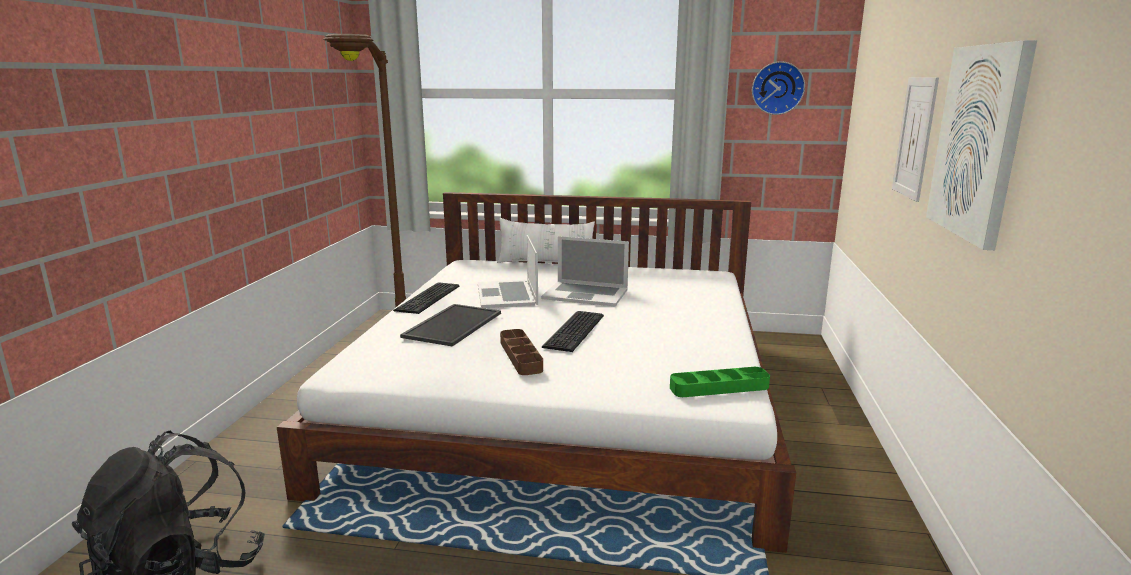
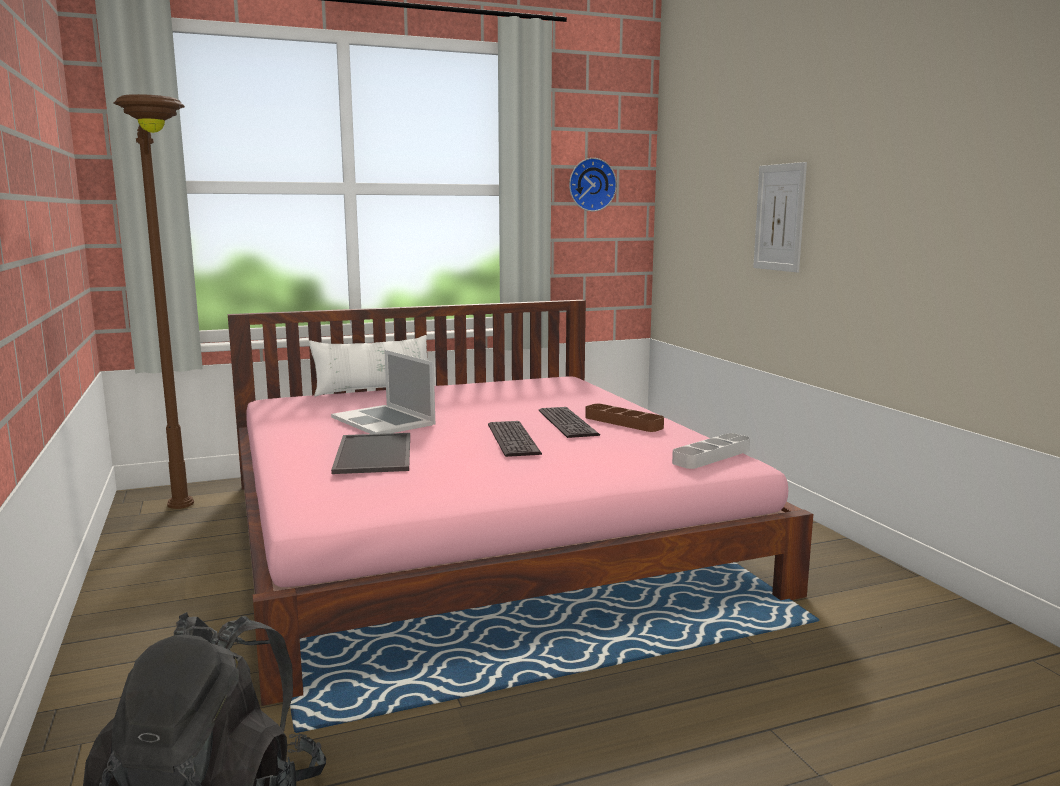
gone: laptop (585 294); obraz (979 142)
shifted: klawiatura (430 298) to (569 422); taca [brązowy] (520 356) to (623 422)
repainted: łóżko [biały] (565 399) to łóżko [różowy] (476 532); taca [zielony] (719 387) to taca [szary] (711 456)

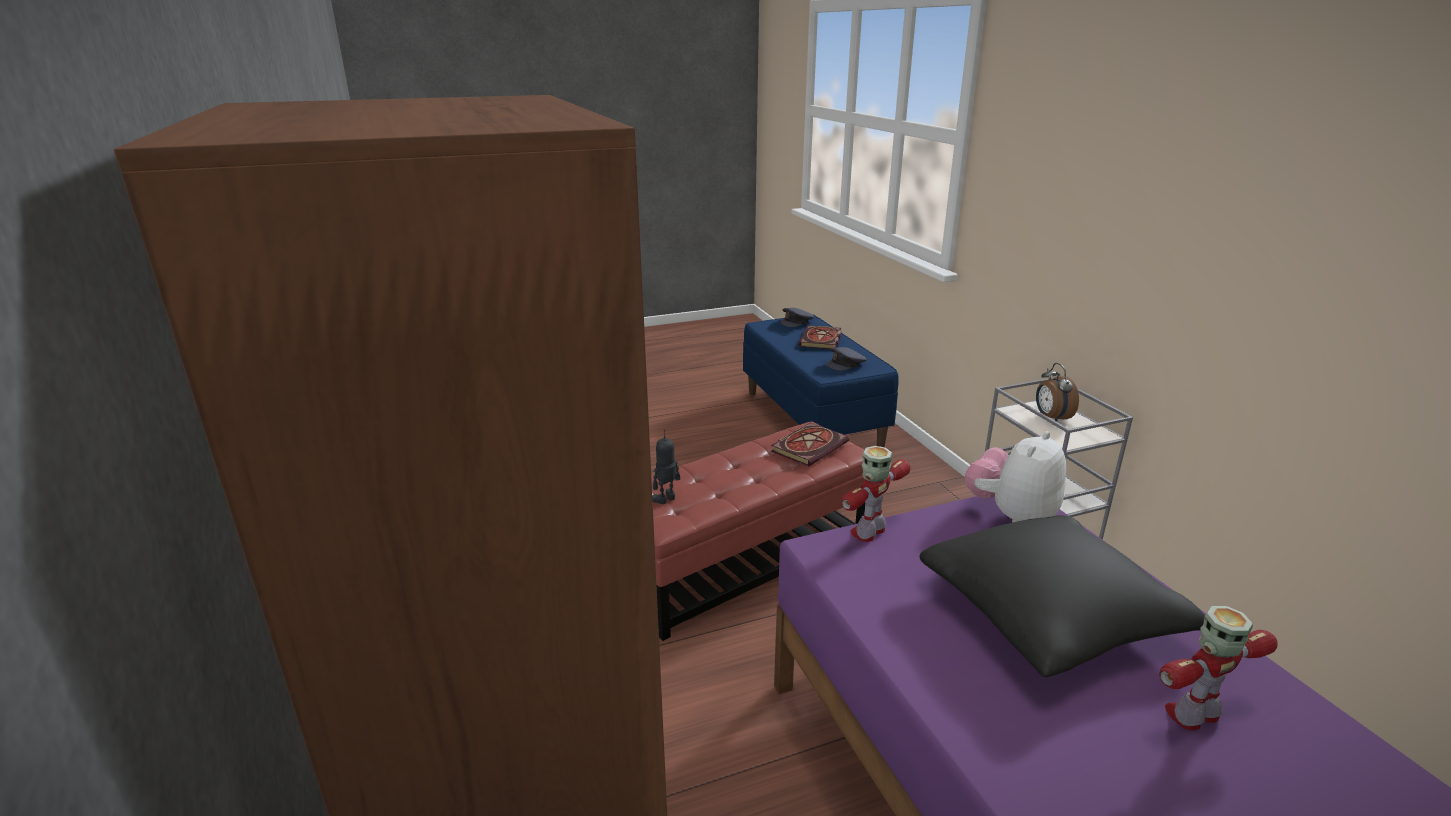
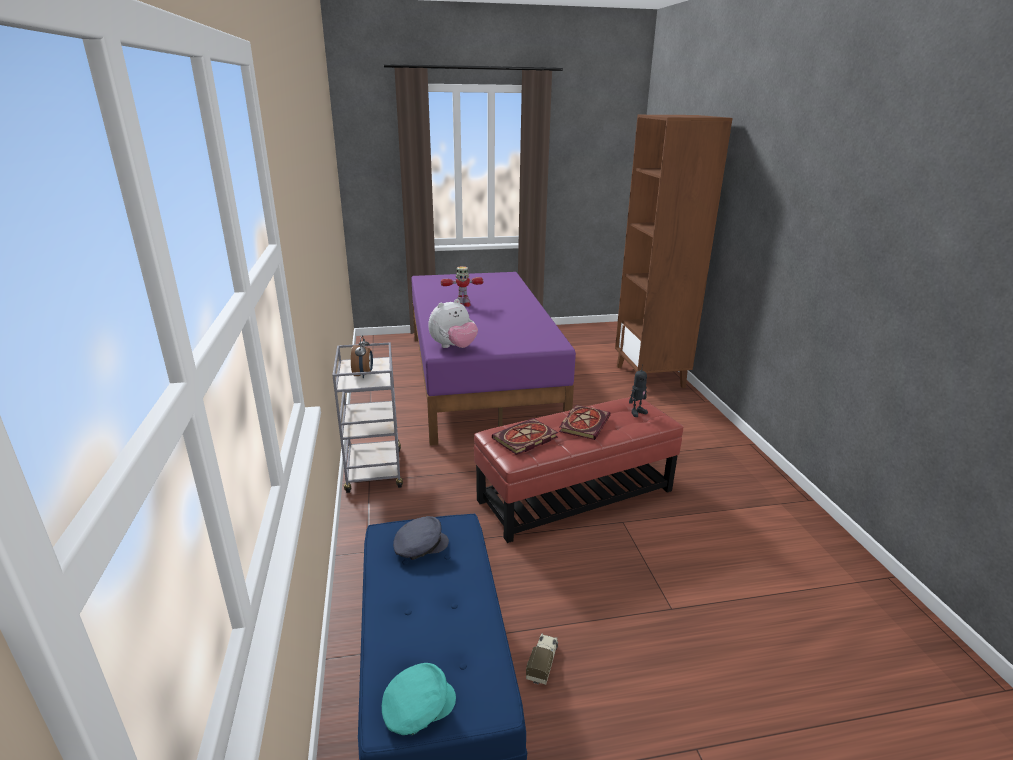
gone: robot zabawkowy (869 531); poduszka [czarny] (1048 616)
new: ciężarówka zabawkowa (542 663)
shifted: książka (821 340) to (584 423)
repainted: czapka z daszkiem [szary] (797 322) to czapka z daszkiem [turkusowy] (417 707)

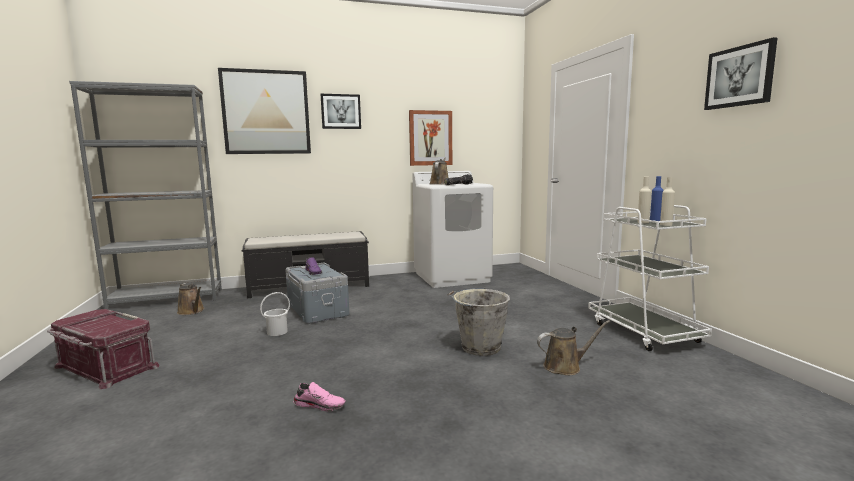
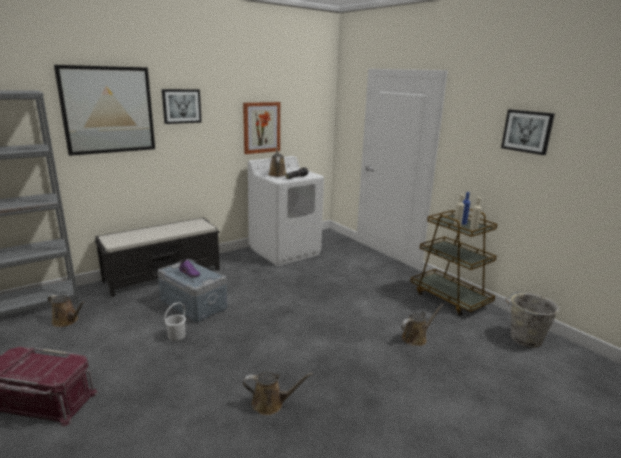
shifted: wiadro [szary] (479 347) to (524 338)
swapped: but [różowy] (320 405) to konewka [brązowy] (271 404)
repainted: wózek [biały] (643 332) to wózek [brązowy] (449 298)

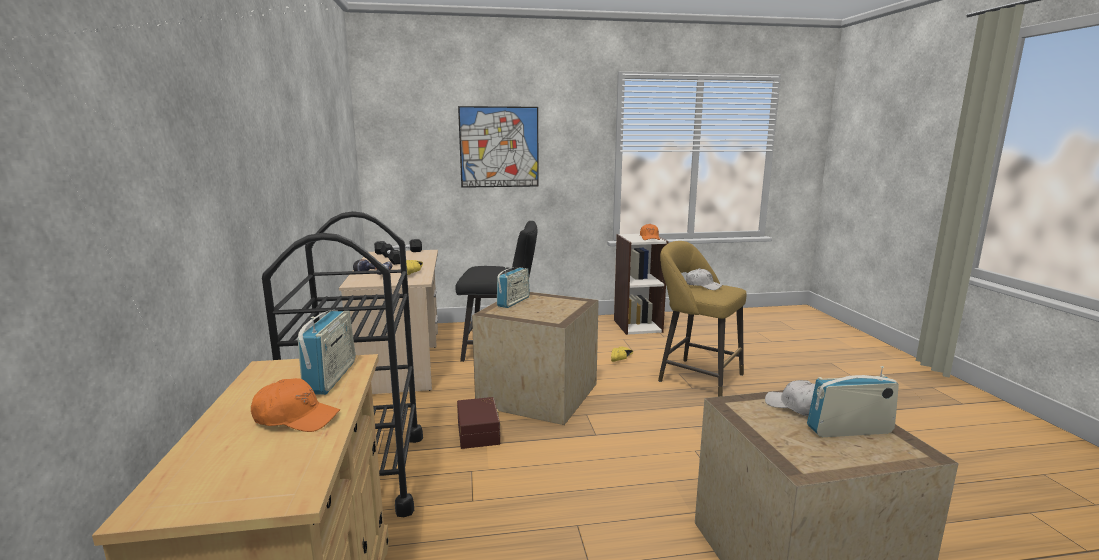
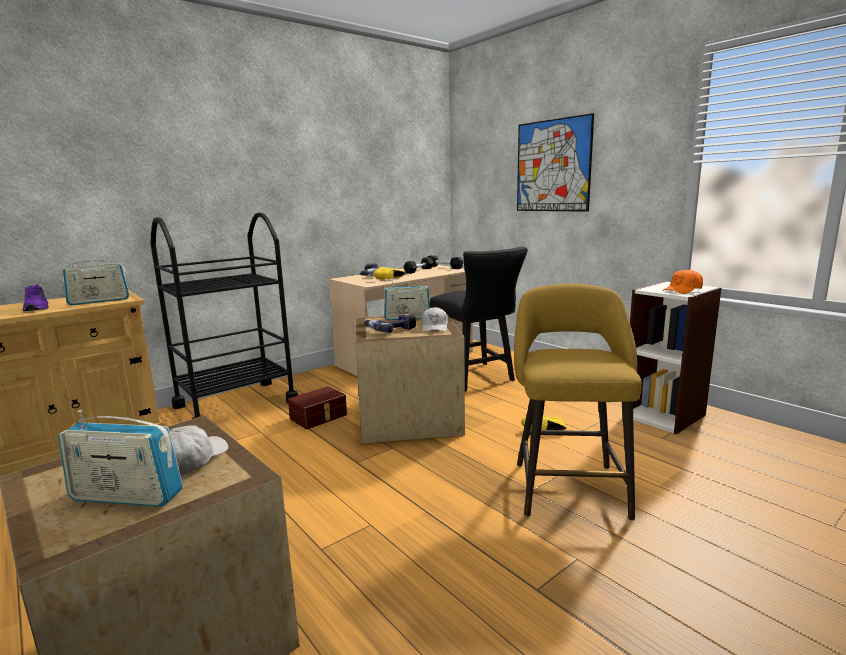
new: wiertarka (391 330)
shifted: czapka z daszkiem [biały] (703 286) to (435 327)
swapped: czapka z daszkiem [pomarańczowy] (296 418) to but [fioletowy] (37 308)
rotated: radio (849 430) = (126 496) 135 degrees clockwise

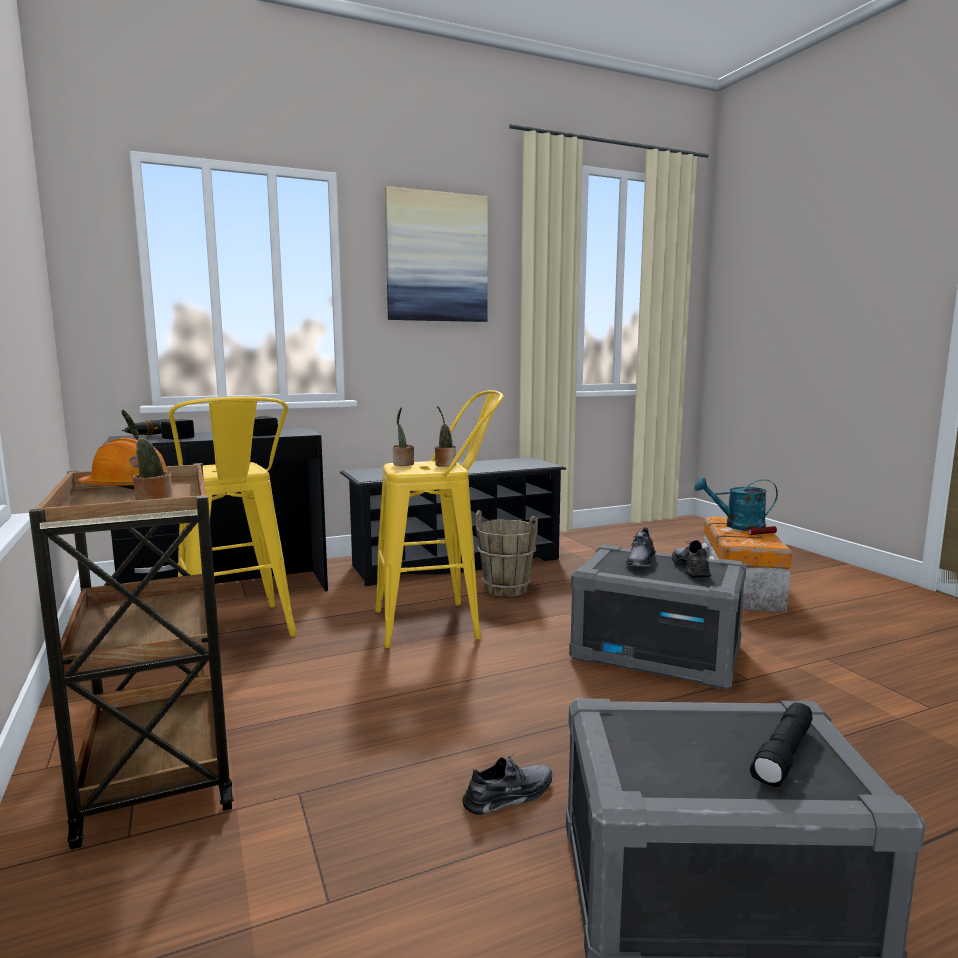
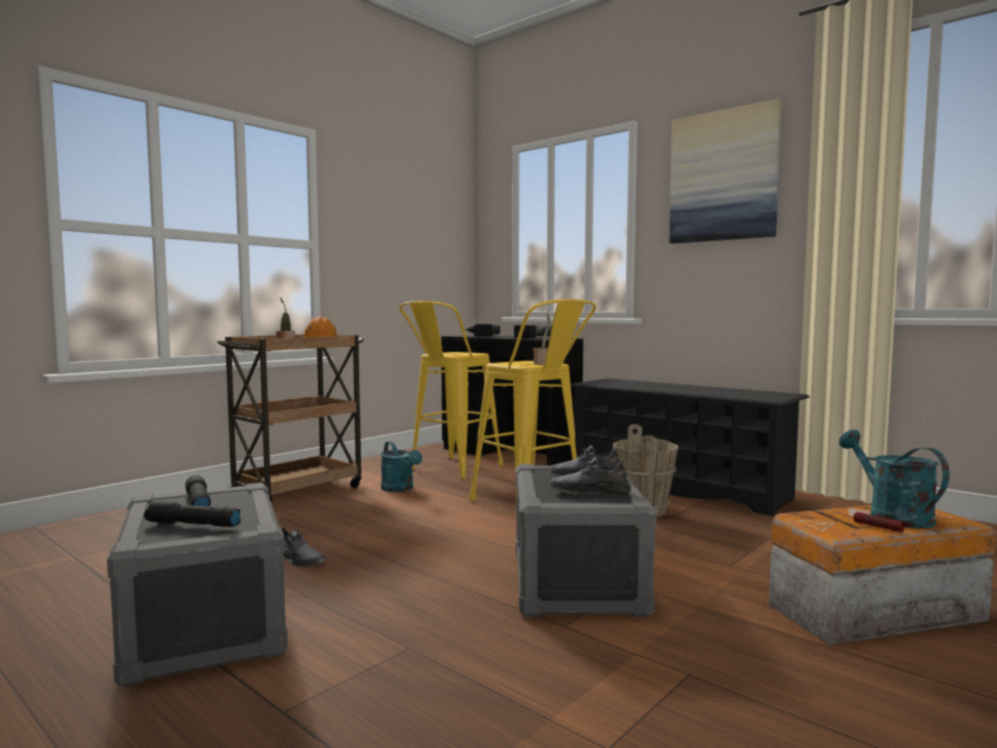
gone: roślina doniczkowa (403 464)
new: latarka [czarny] (197 502); konewka [turkusowy] (400 489)
rotated: but [szary] (690 568) = (589 492) 150 degrees counterclockwise

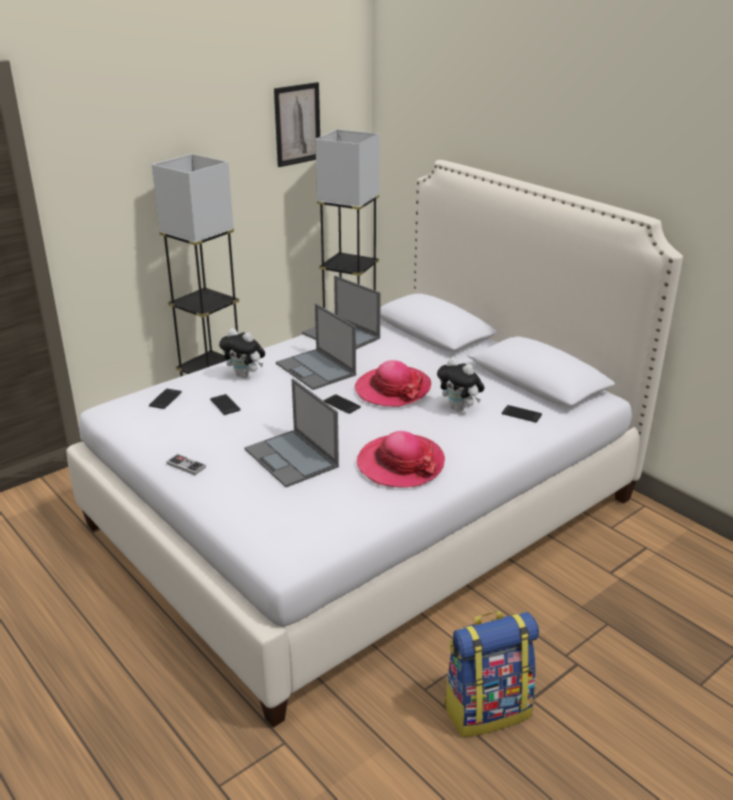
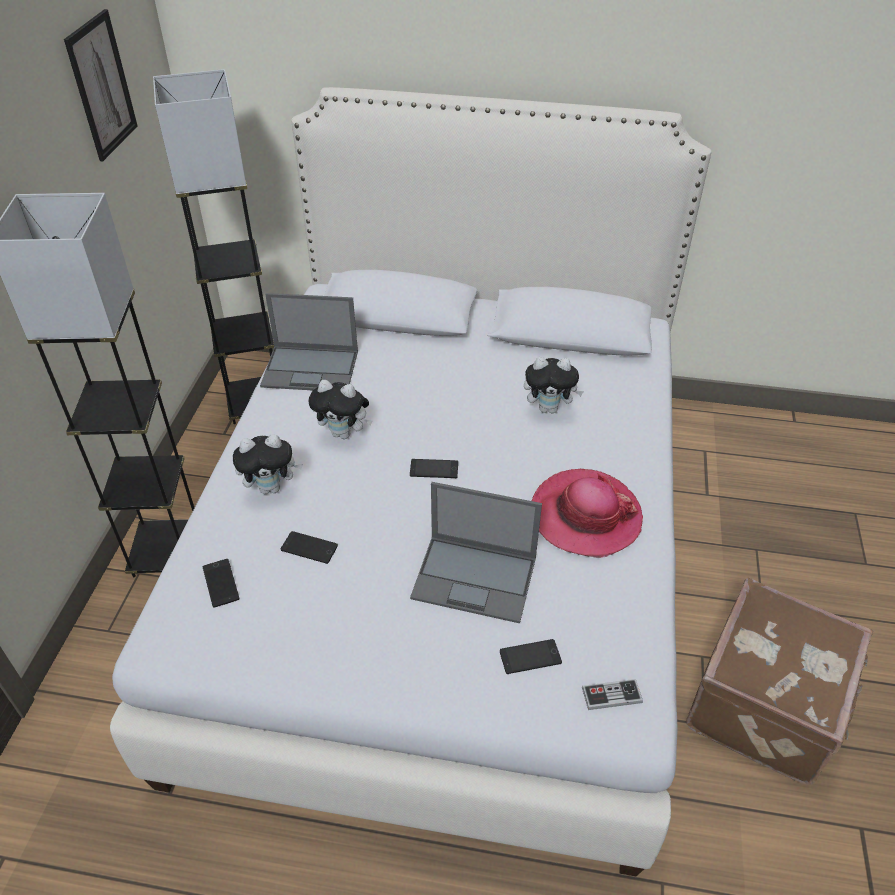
gone: kapelusz (392 389)
shifted: telefon (521 414) to (530 657); pad do gier (186 465) to (611 695)
swapped: laptop (316 369) to pluszak (344 433); plecak (487 709) to walizka [brązowy] (767 705)

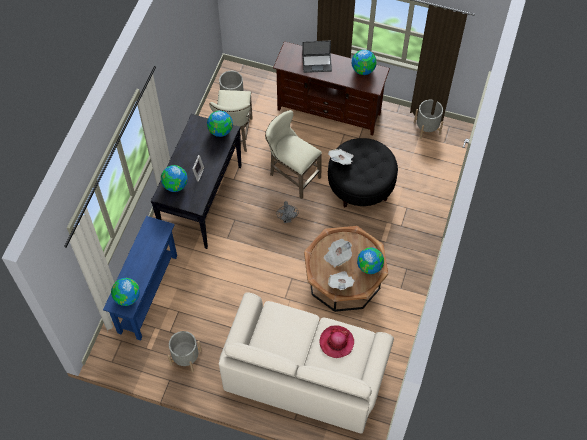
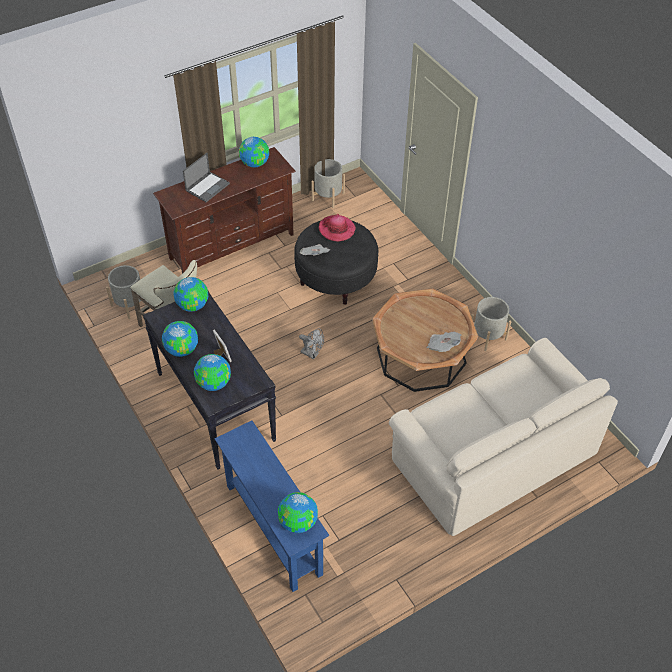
gone: stołek [beżowy] (292 175); gazeta (337 256)
shifted: globus (369 266) to (181 349); kapelusz (336 342) to (337 229); donica [szary] (186 357) to (487 336)

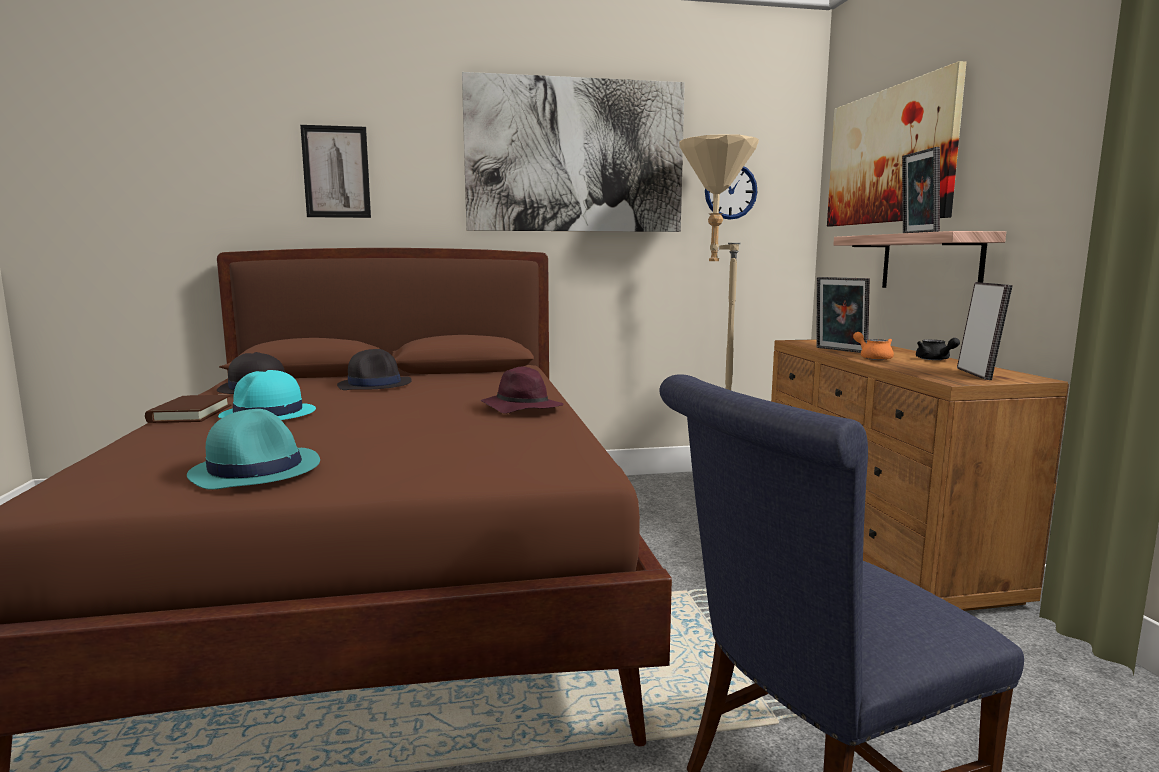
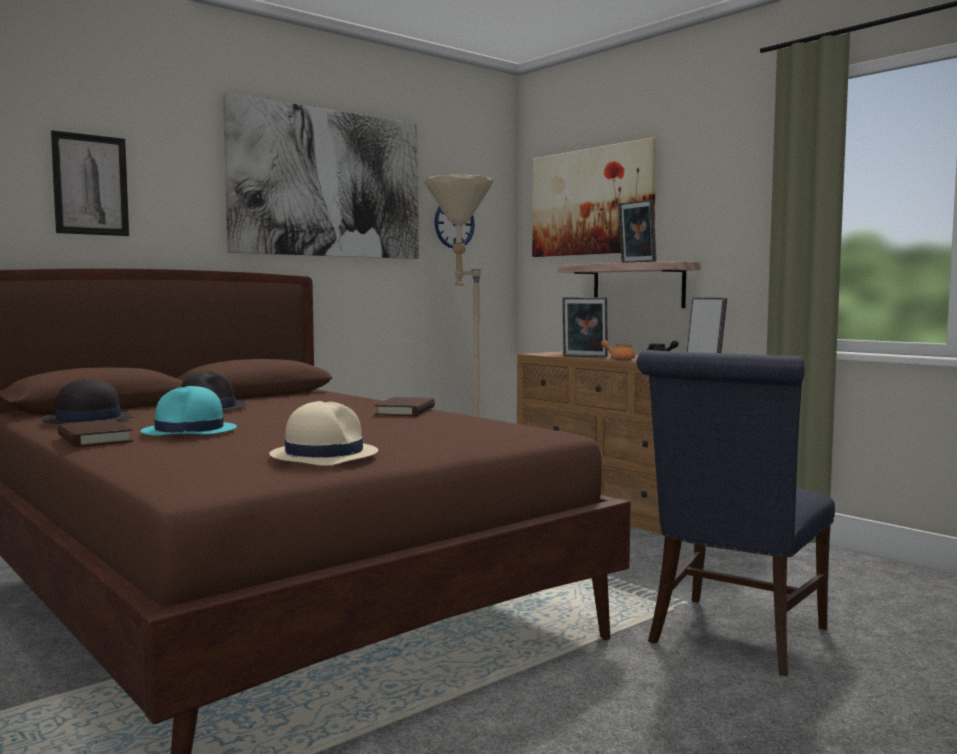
swapped: kapelusz [fioletowy] (521 409) to książka [brązowy] (405 411)
repainted: kapelusz [turkusowy] (256 469) to kapelusz [beżowy] (324 454)

